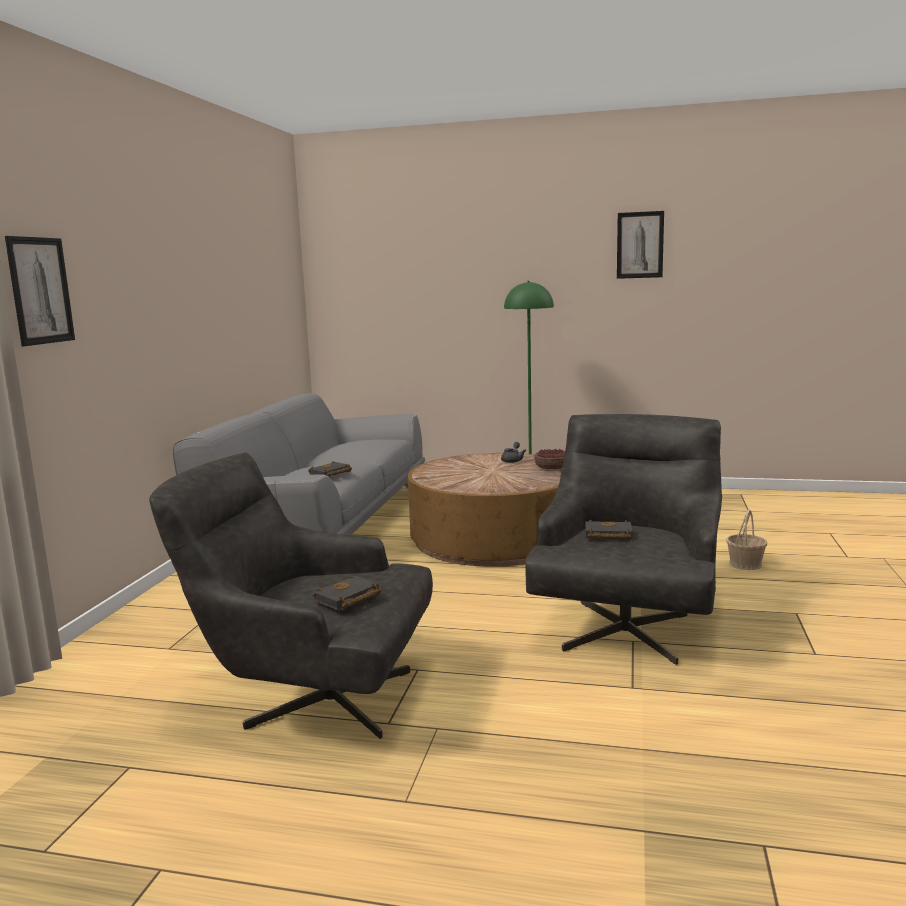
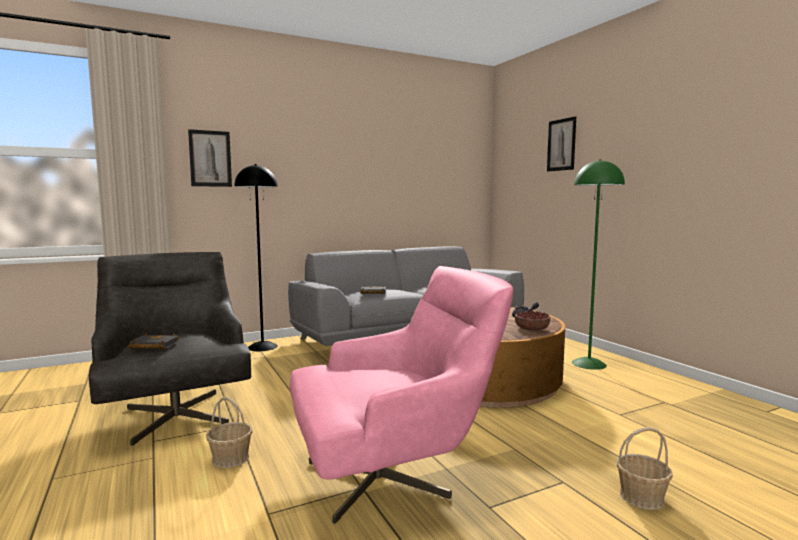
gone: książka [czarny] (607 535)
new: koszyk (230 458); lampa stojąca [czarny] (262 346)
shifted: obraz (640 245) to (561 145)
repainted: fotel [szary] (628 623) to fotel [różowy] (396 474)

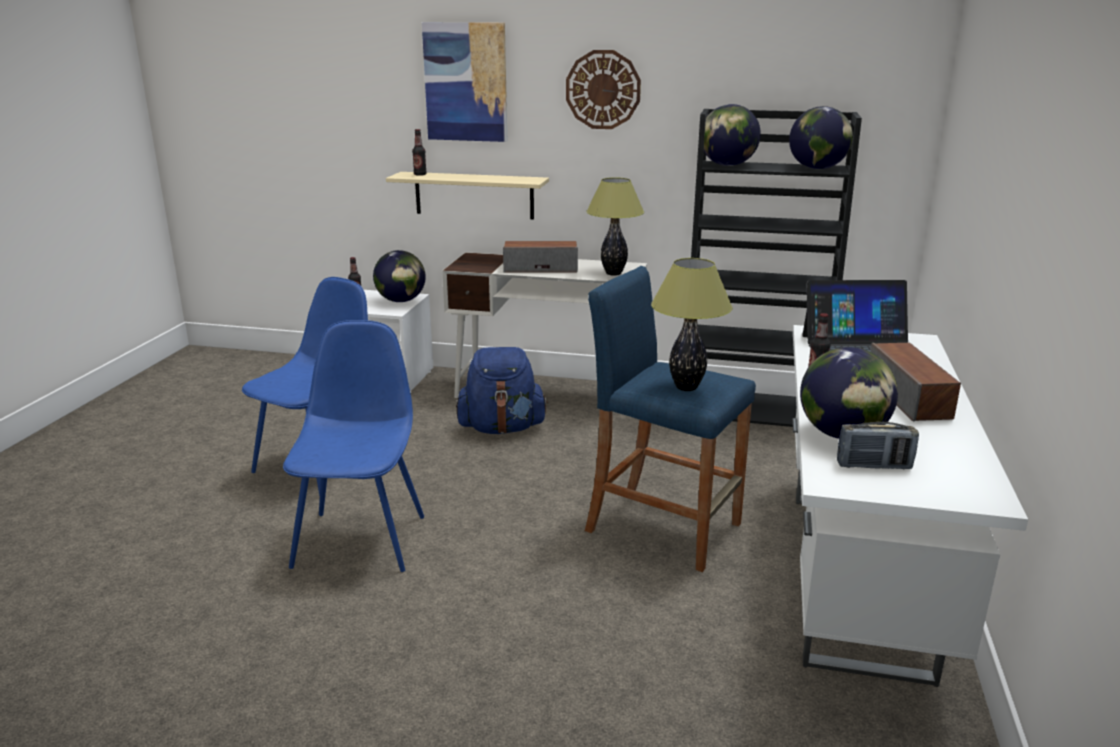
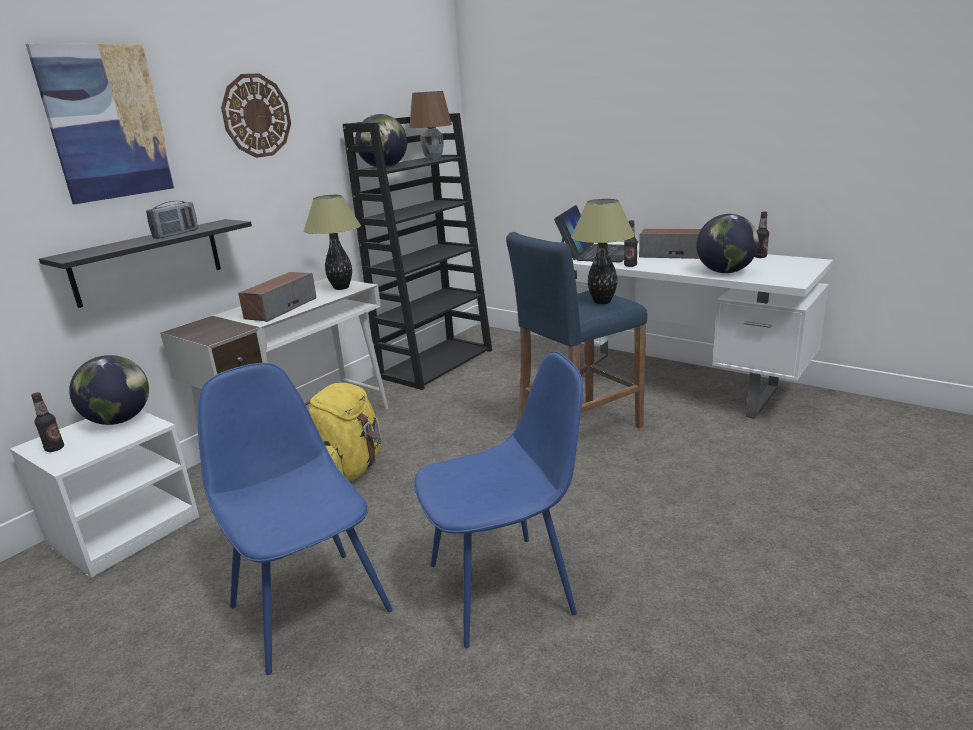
shifted: radio (874 466) to (176 234); butelka (420 174) to (759 257)
swapped: globus (817 168) to lampa stołowa [brązowy] (433 158)
repainted: półka [beżowy] (474 195) to półka [czarny] (148 262); plecak [niebieski] (502 428) to plecak [żółty] (349 470)
rotated: krzesło [niebieski] (361 539) = (504 587) 135 degrees clockwise

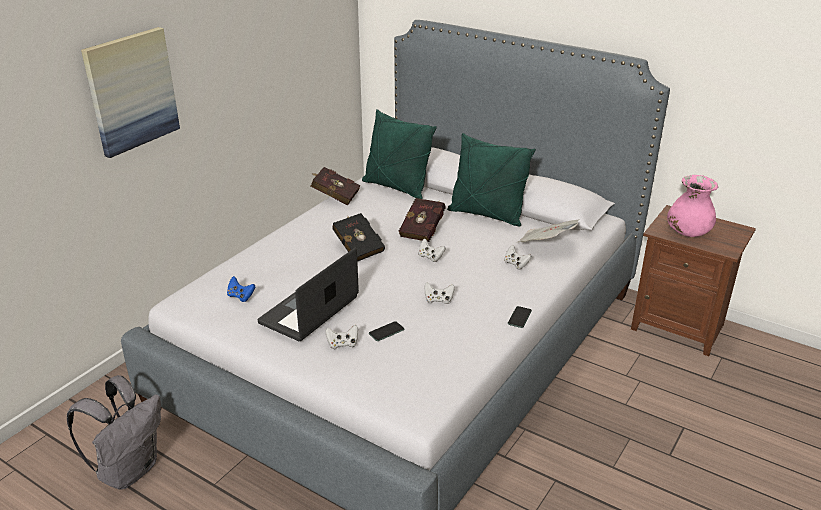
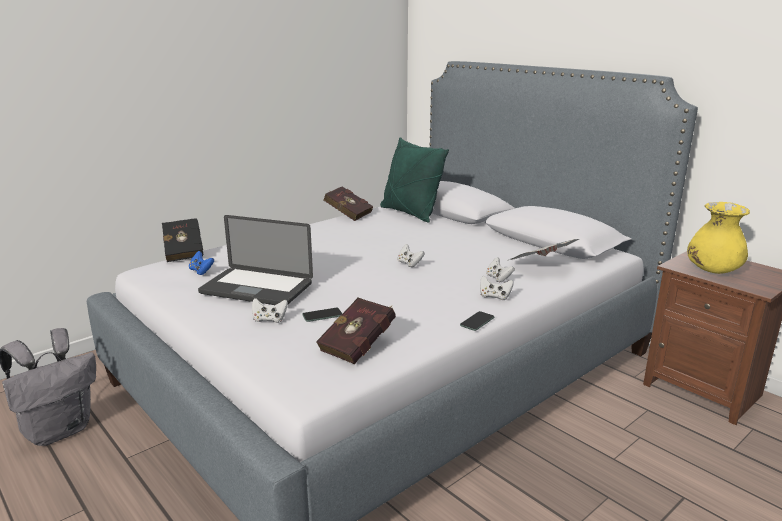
gone: obraz (131 91); poduszka [zielony] (487 215)
shifted: książka [czarny] (358 247) to (184 252); książka [czerwony] (423 230) to (360 346); pad do gier [biały] (438 300) to (494 297)
repainted: wazon [różowy] (688 232) to wazon [żółty] (712 270)
rotated: laptop (309 310) = (256 288) 120 degrees counterclockwise

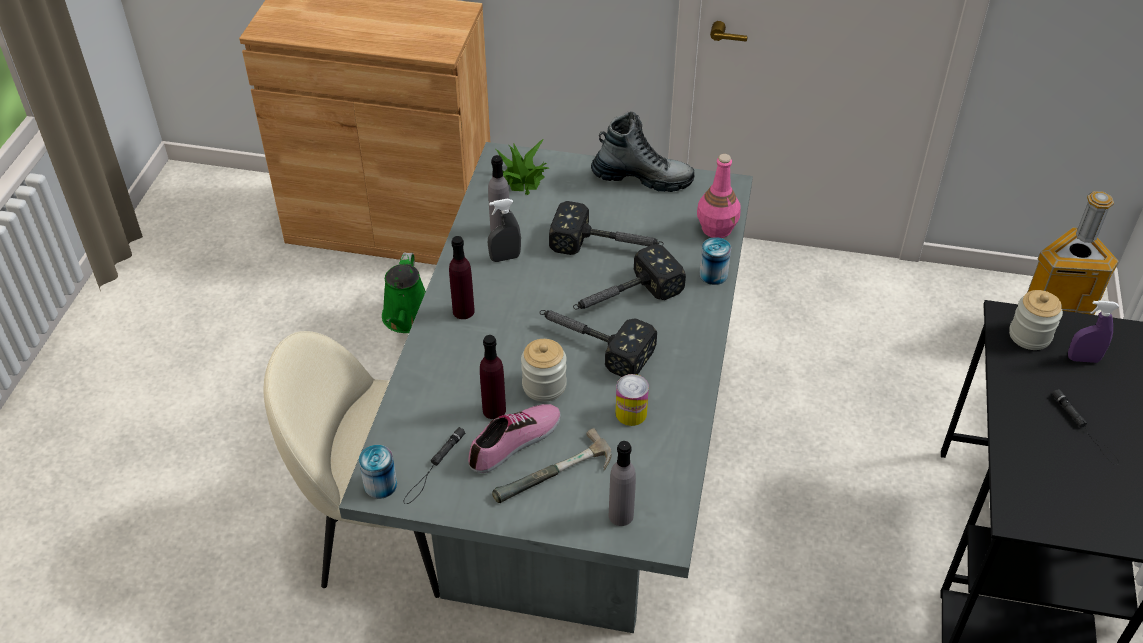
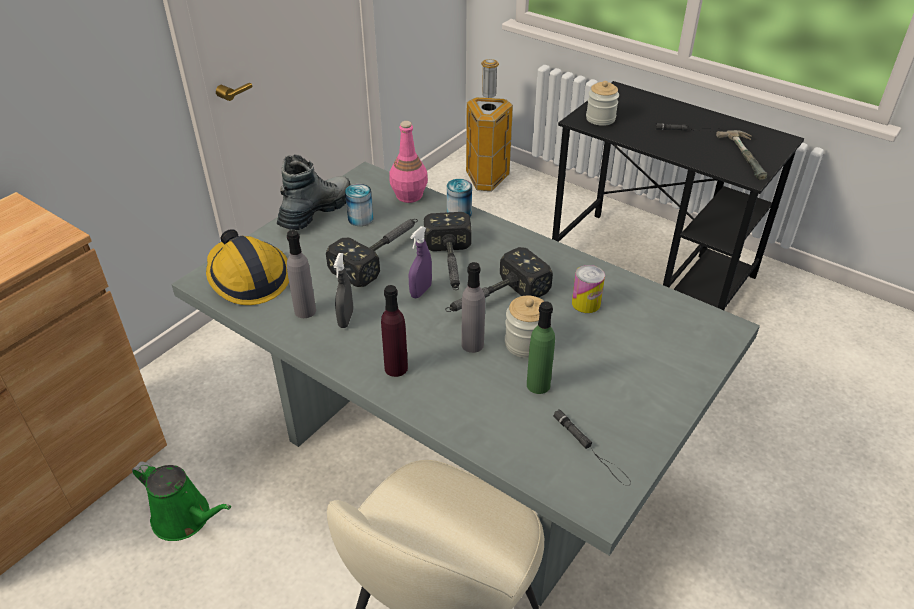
gone: but (515 442)
shifted: puszka (380 485) to (360 219); spryskiwacz [fioletowy] (1083 359) to (421 291); butelka [szary] (621 515) to (472 344); młotek (556 477) to (749 156)
swapped: roślina doniczkowa (521 179) to kask (248 277)
repainted: butelka [fioletowy] (494 410) to butelka [zielony] (538 385)

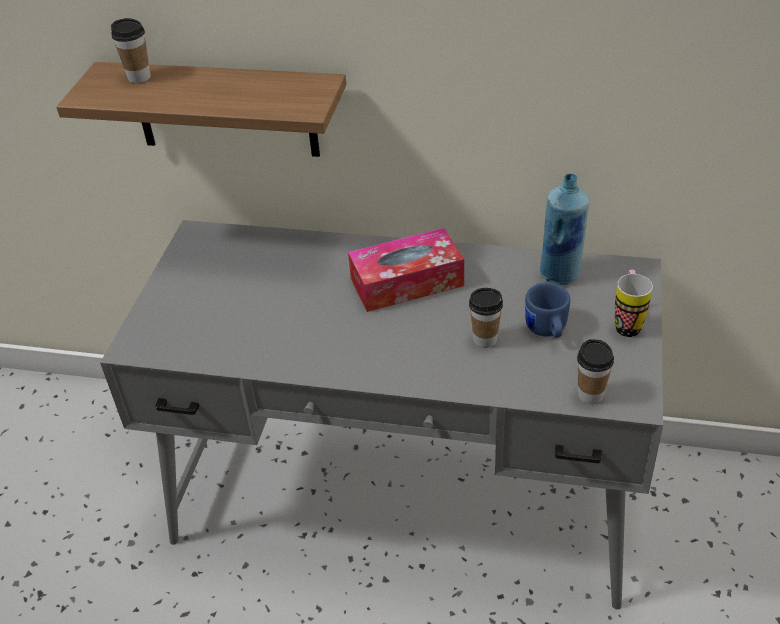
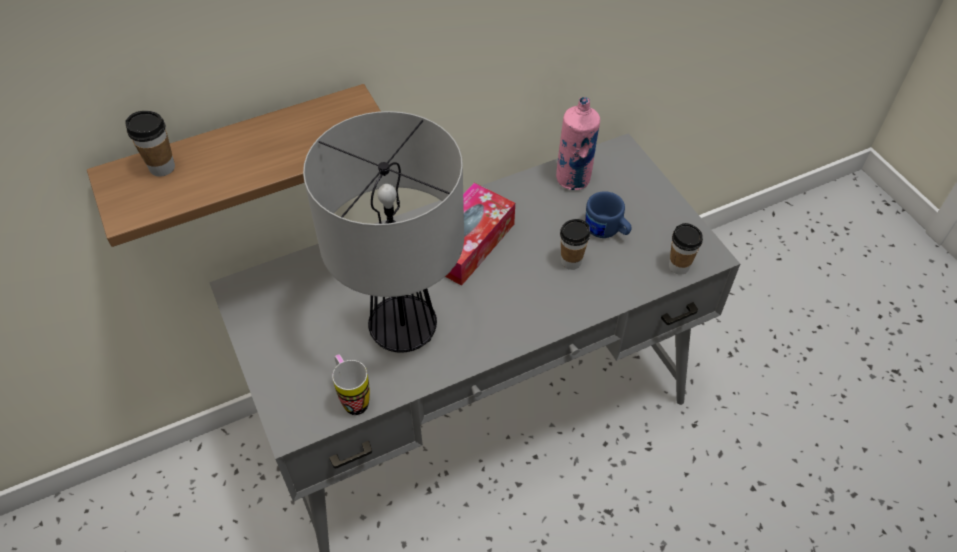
new: lampa stołowa (402 328)
shifted: kubek (627 323) to (352 398)
repainted: butelka [niebieski] (560 274) to butelka [różowy] (573 179)

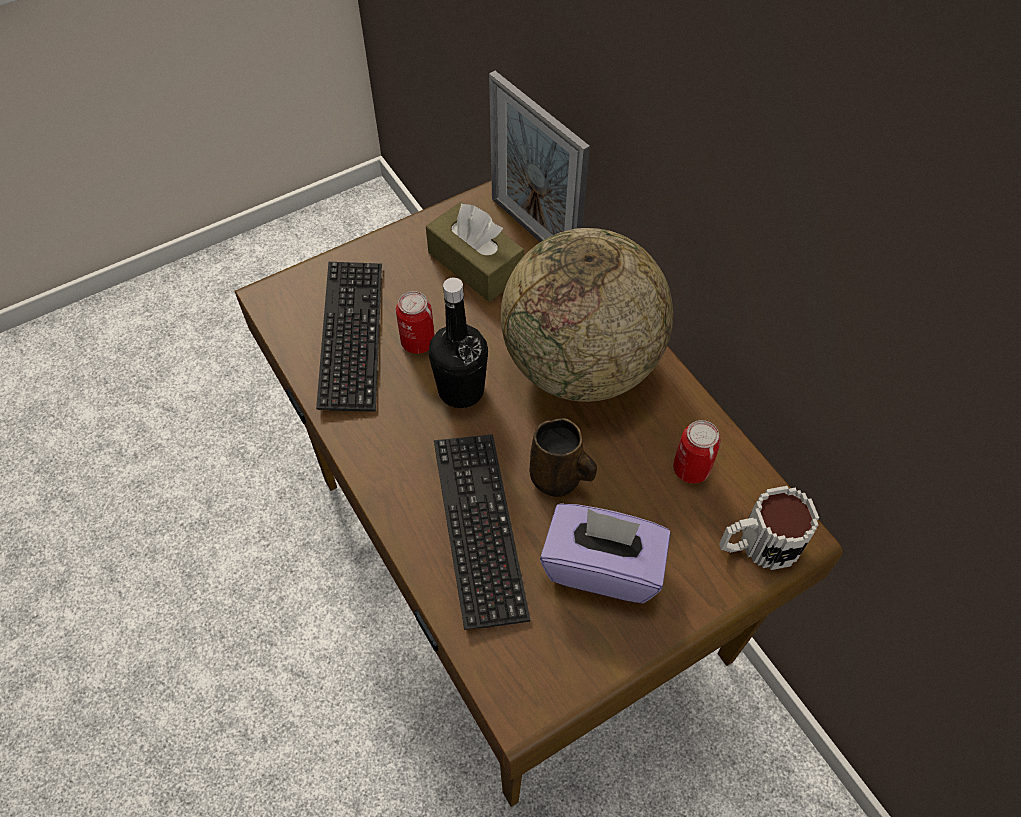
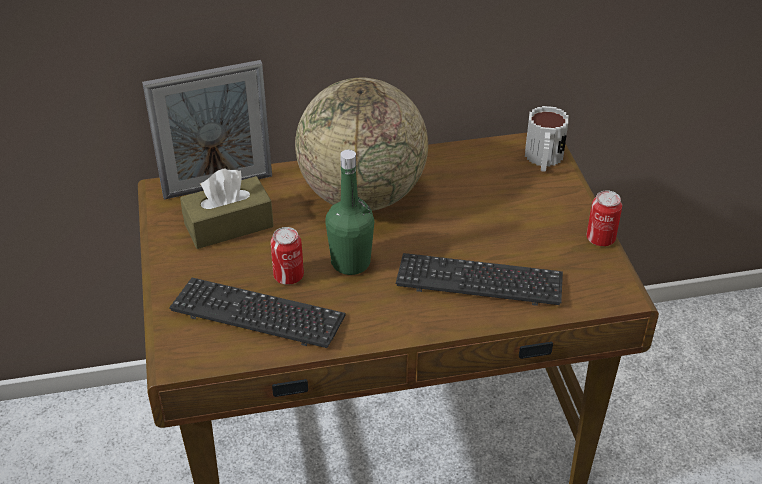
gone: kubek [brązowy] (558 479); pudełko chusteczek [fioletowy] (602 566)
shifted: puszka (691 469) to (600 239)
repainted: butelka [czarny] (461 390) to butelka [zielony] (351 262)

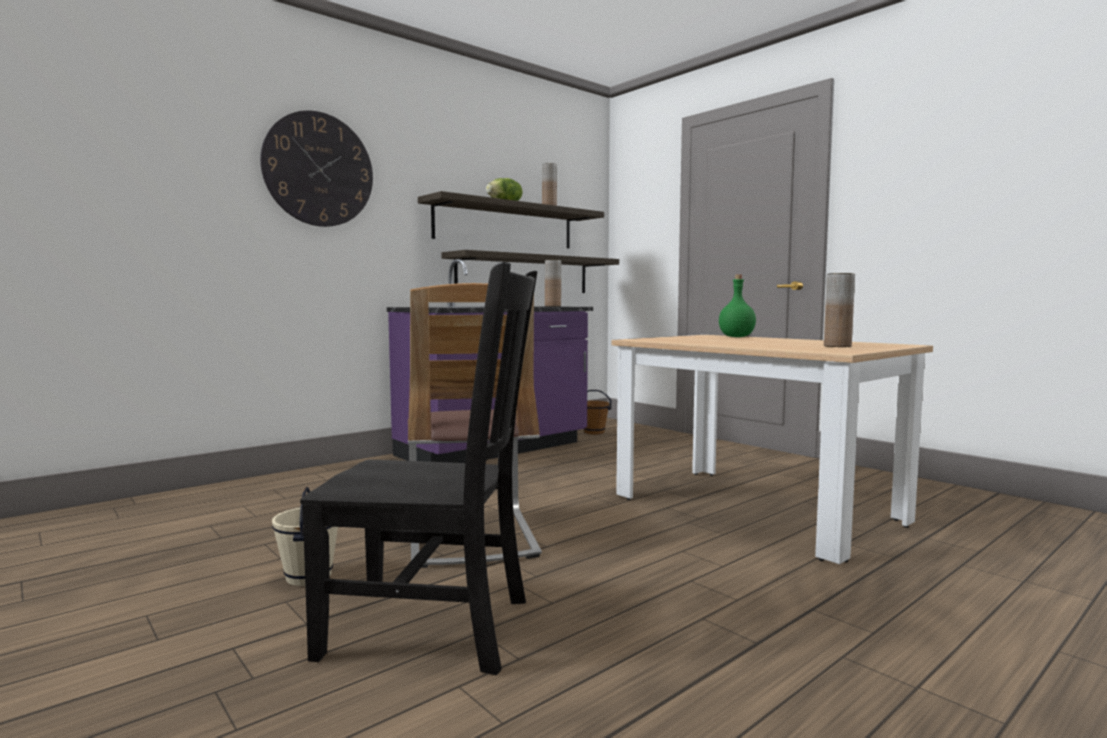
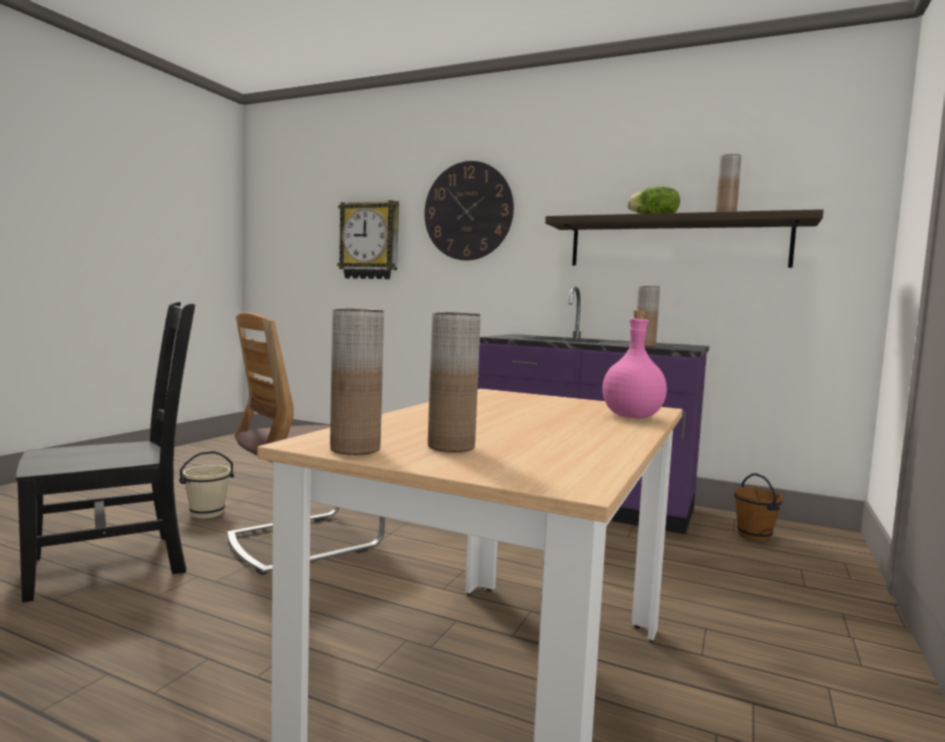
gone: półka (524 274)
new: wazon [brązowy] (355 449); zegar ścienny (370 241)
repainted: butelka [zielony] (736 337) to butelka [różowy] (631 416)
rotated: krzesło [czarny] (434 628) = (114 564) 105 degrees counterclockwise

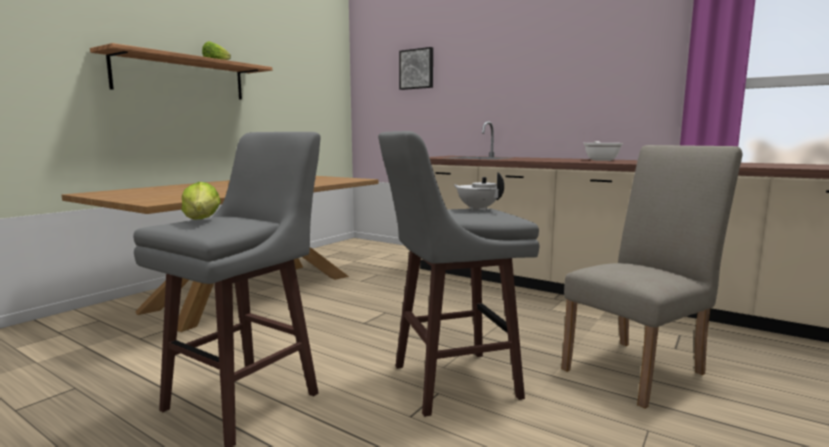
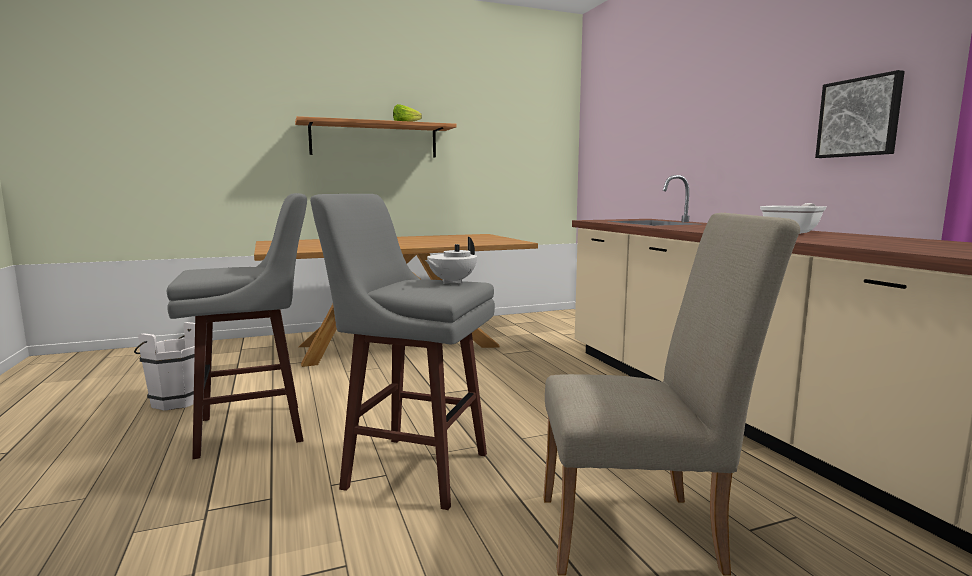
gone: sałata (200 222)
new: wiadro [biały] (174 400)
shifted: obraz (417 69) to (859 117)
rotated: imbryk [biały] (478 209) = (451 282) 135 degrees counterclockwise

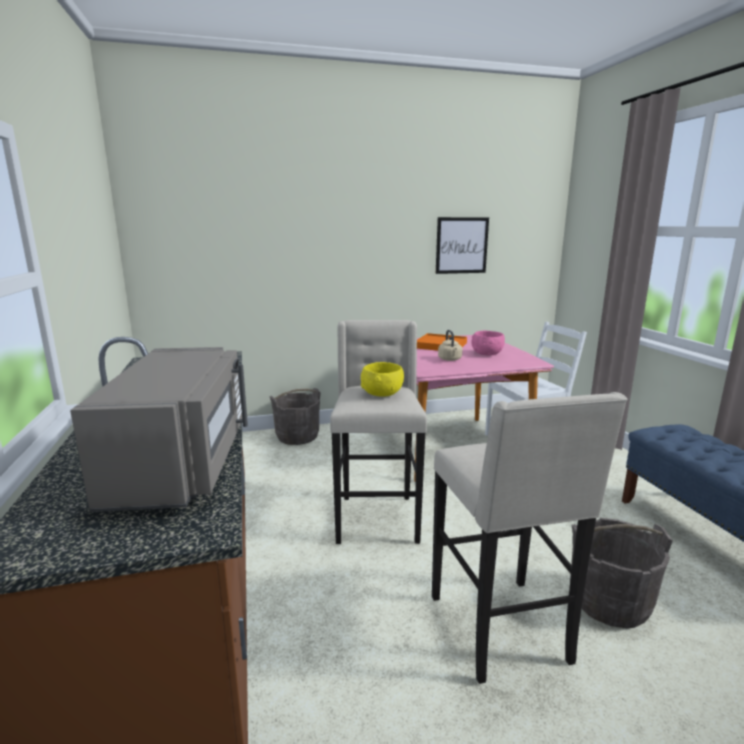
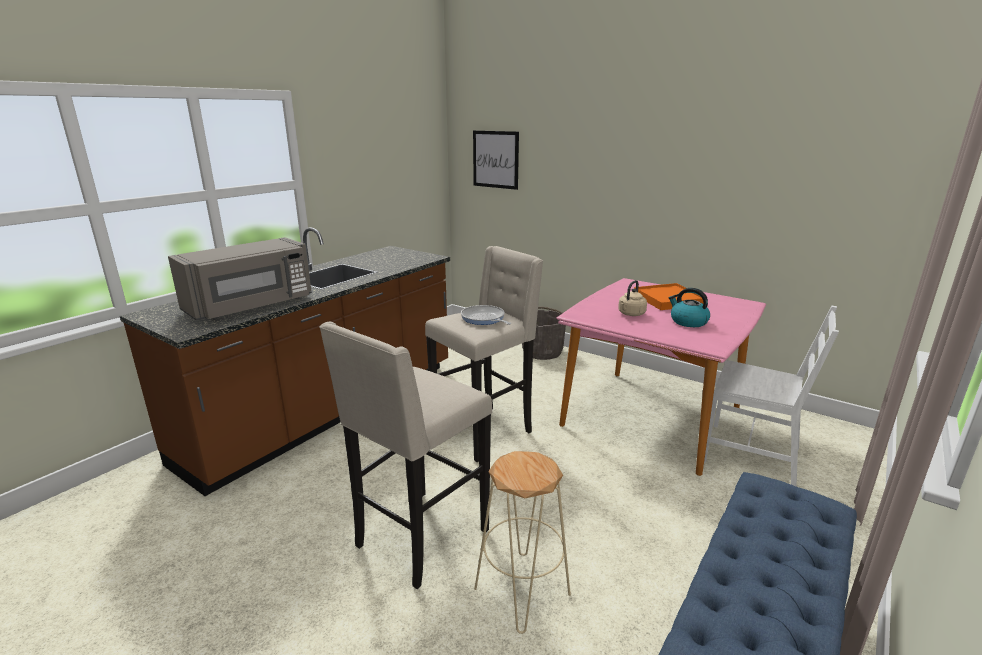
shifted: obraz (461 245) to (495 159)
swapped: miska [żółty] (382 394) to patelnia (484 319); wiadro [szary] (609 601) to stołek [beżowy] (522 591); miska [różowy] (487 354) to czajnik (688 322)

